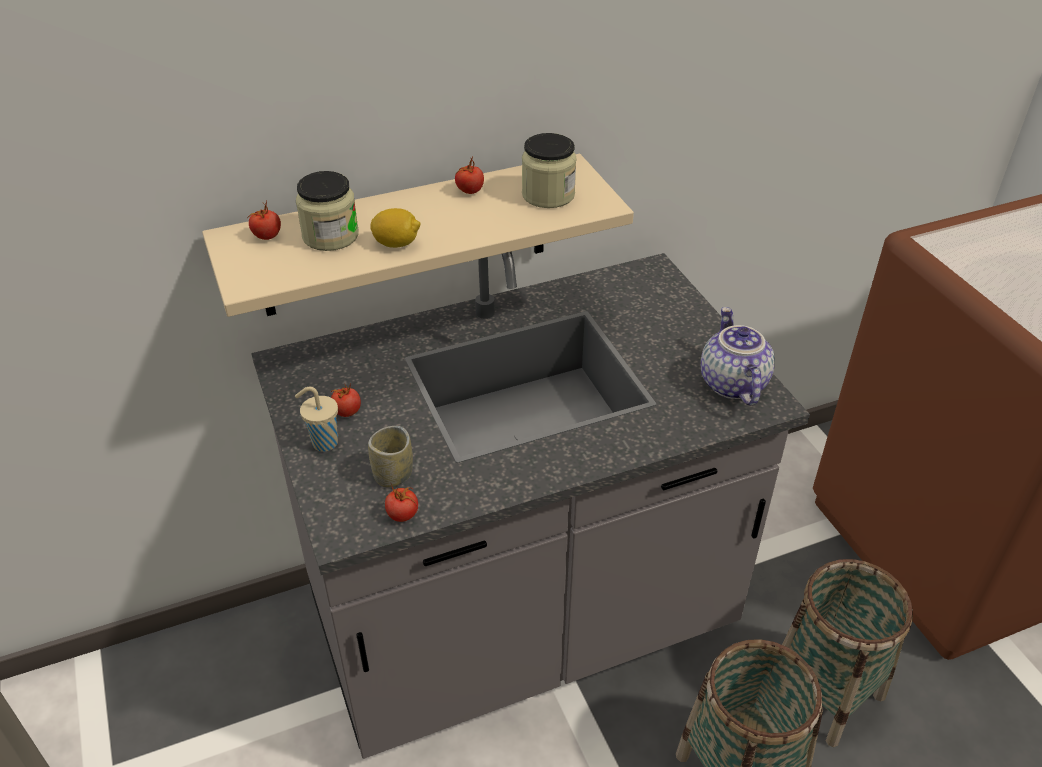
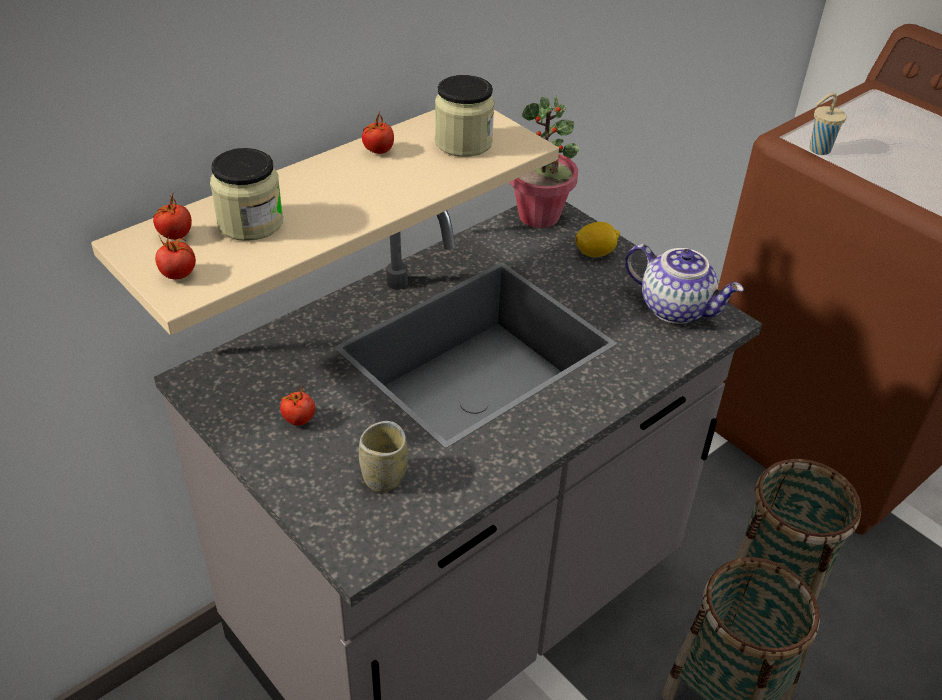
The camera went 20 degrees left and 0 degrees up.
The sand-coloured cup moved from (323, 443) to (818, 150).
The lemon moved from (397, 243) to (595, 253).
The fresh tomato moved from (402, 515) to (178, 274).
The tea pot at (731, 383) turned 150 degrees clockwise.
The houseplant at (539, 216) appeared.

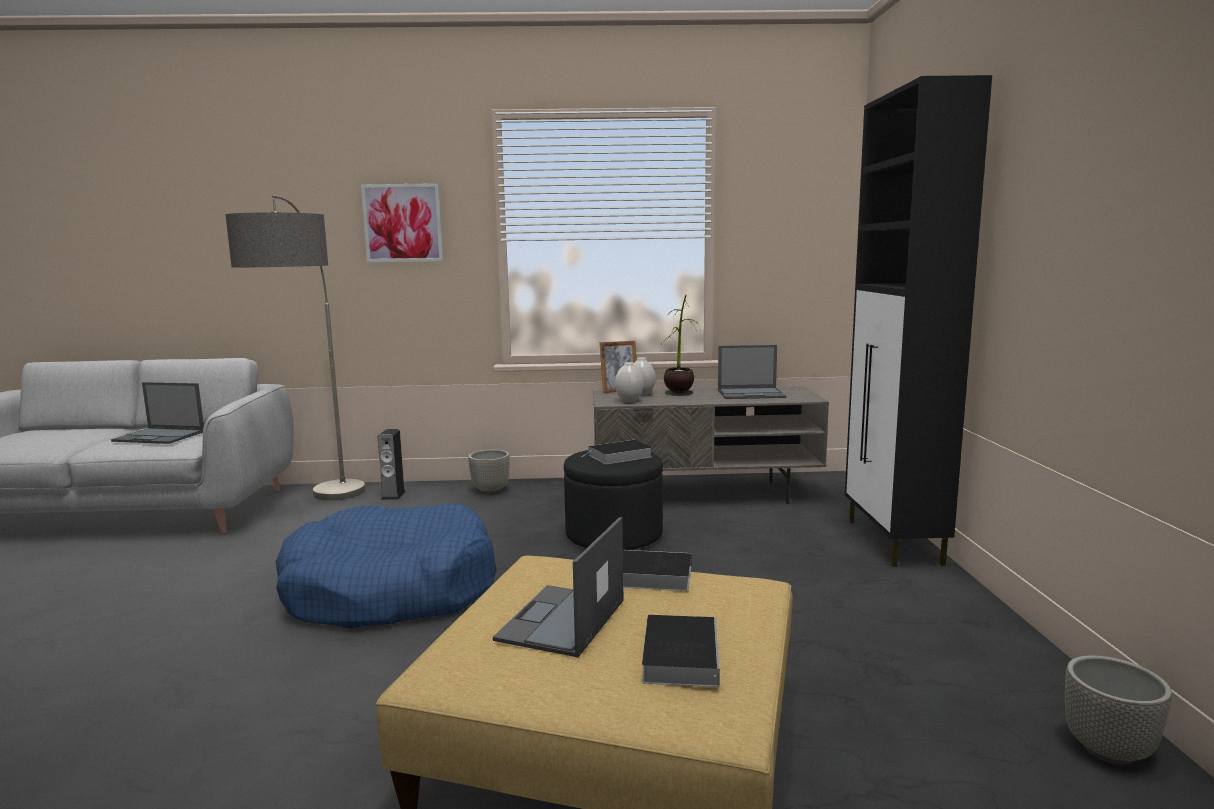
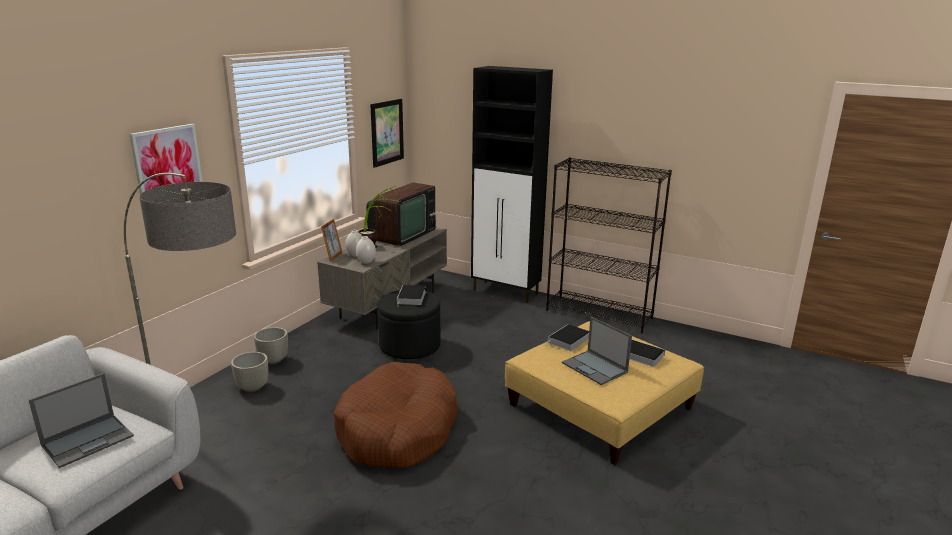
The camera went 60 degrees left and 10 degrees up.
The blue-coloured pet bed at (391, 590) became the brown-coloured pet bed at (397, 430).
The audio speaker at (393, 495) disappeared.
The laptop at (751, 394) was replaced by the television at (402, 235).
The greyish planter moved from (1107, 750) to (252, 388).
The picture at (387, 132) appeared.
The black bookcase at (599, 314) appeared.

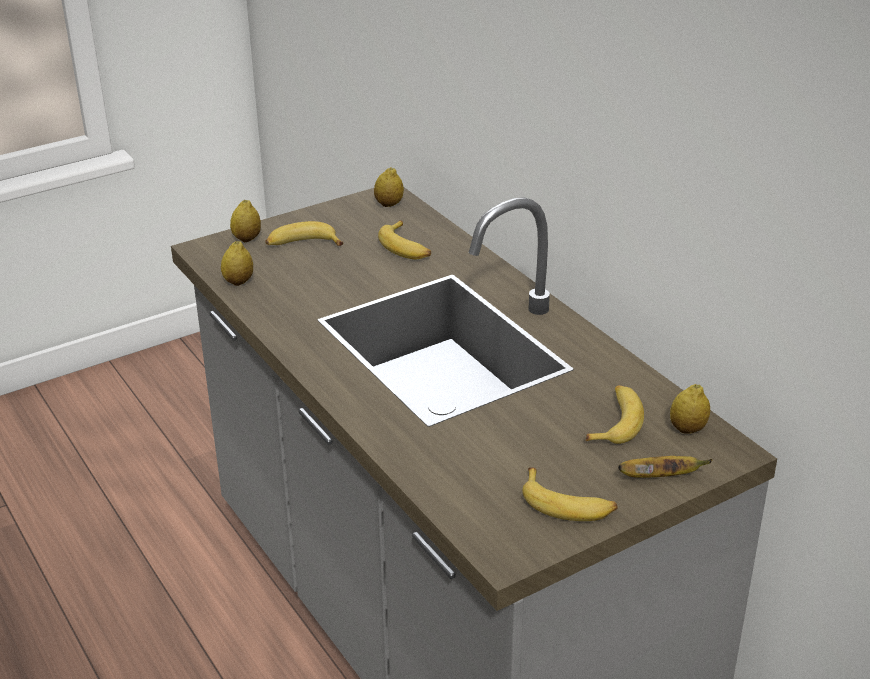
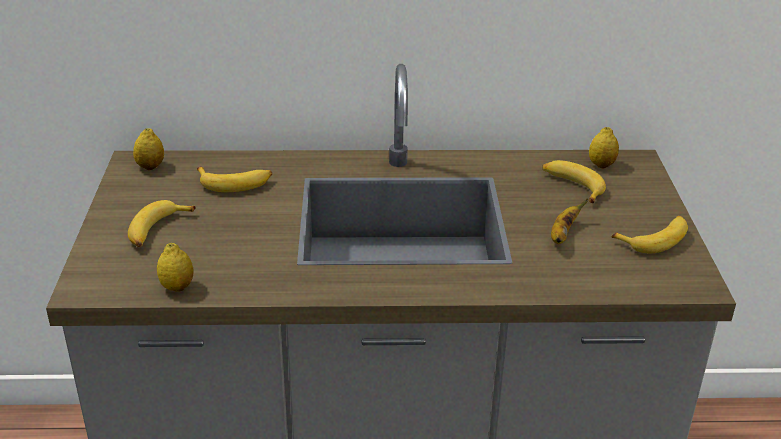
The camera went 60 degrees left and 0 degrees up.
The lemon at (247, 239) disappeared.
The whole banana moved from (660, 477) to (562, 234).

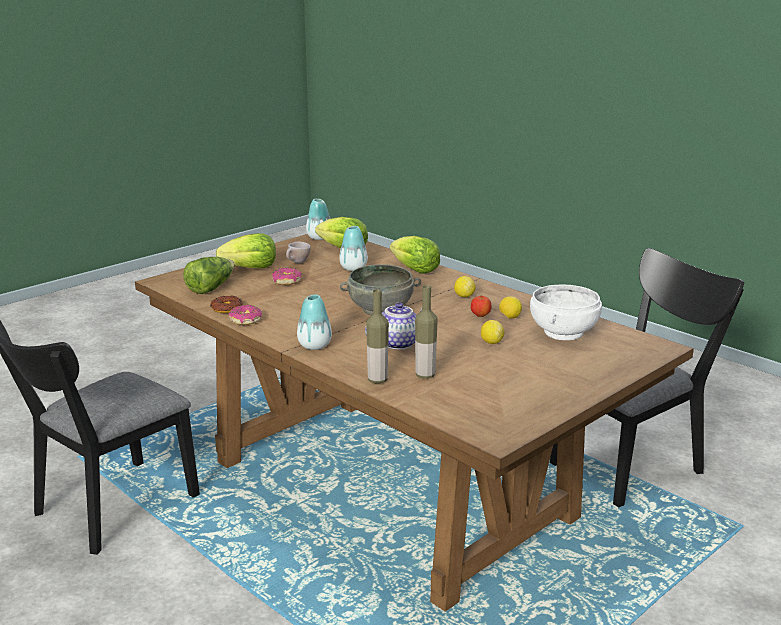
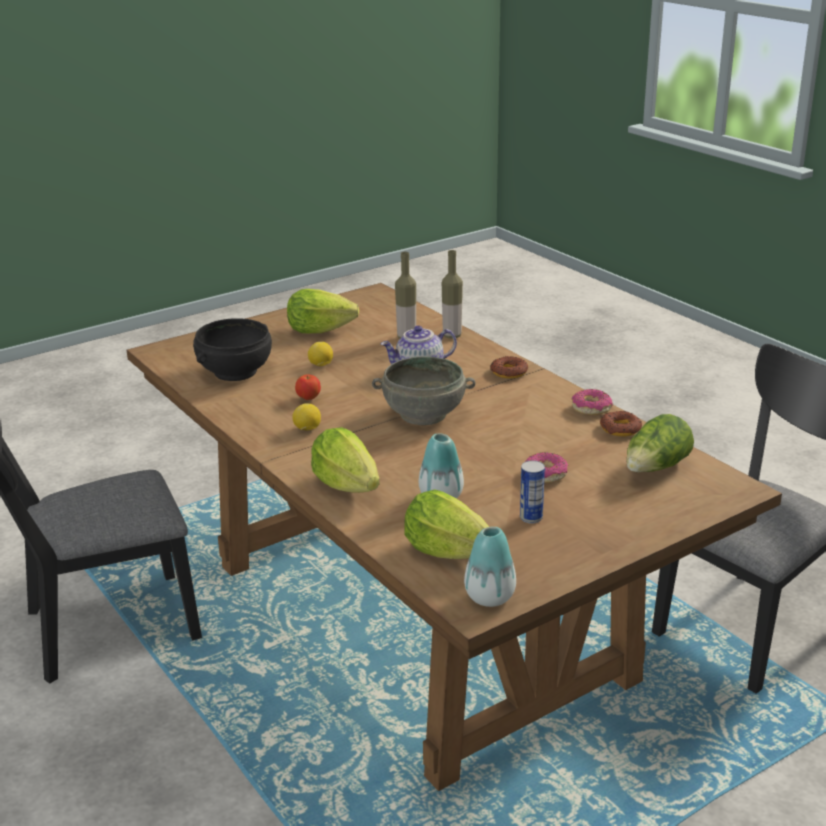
The camera went 170 degrees left and 5 degrees up.
The lettuce moved from (250, 268) to (319, 330).
The sand-coloured cup at (297, 263) was replaced by the sealed can at (531, 518).
The decorative vase at (314, 346) was replaced by the doughnut at (509, 372).
The lemon at (509, 317) disappeared.
The white-coloured deep dish at (564, 332) became the black deep dish at (234, 371).

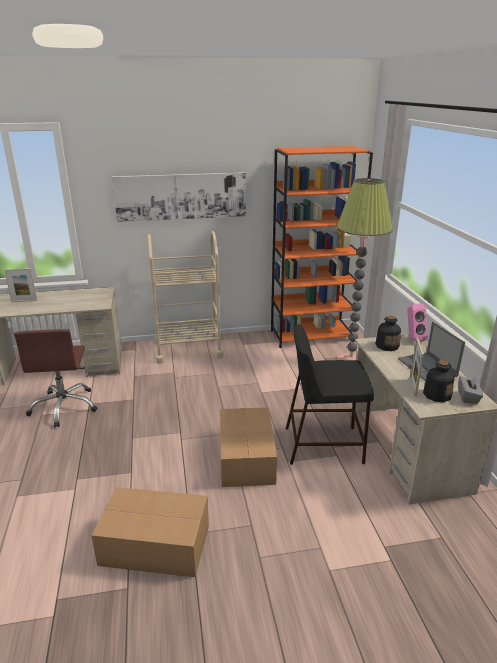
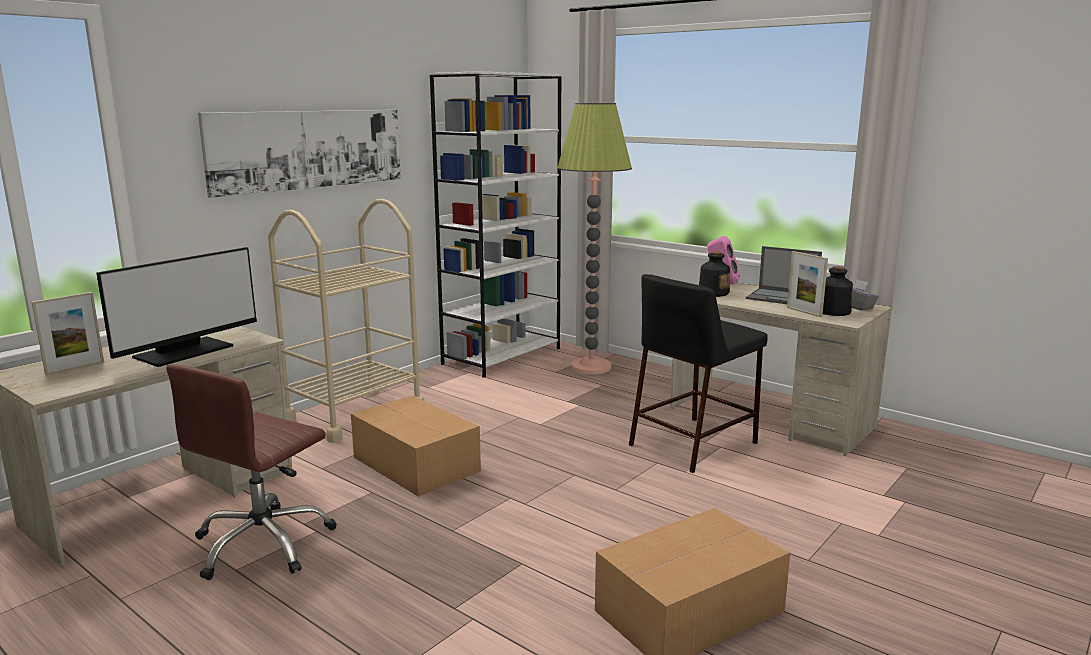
The camera went 40 degrees left and 10 degrees down.
The brown-coloured office chair at (64, 407) turned 75 degrees clockwise.
The cardboard box moved from (246, 459) to (416, 465).
The orange-coloured bookcase at (311, 336) became the white-coloured bookcase at (502, 356).
The computer screen at (185, 352) appeared.

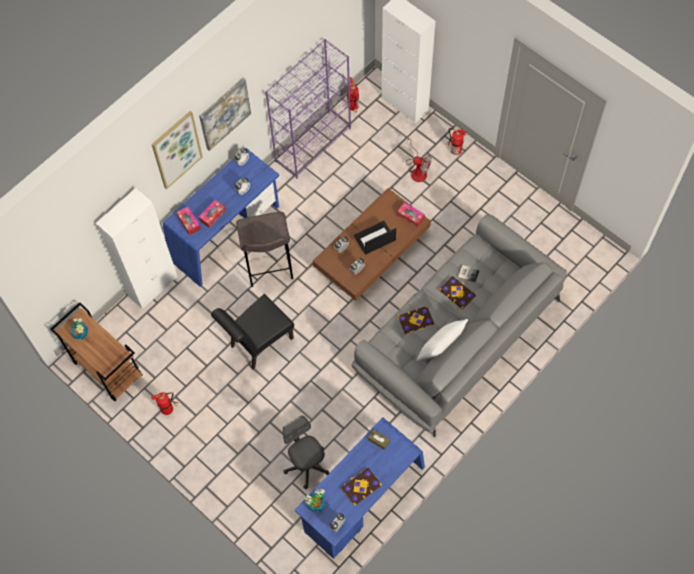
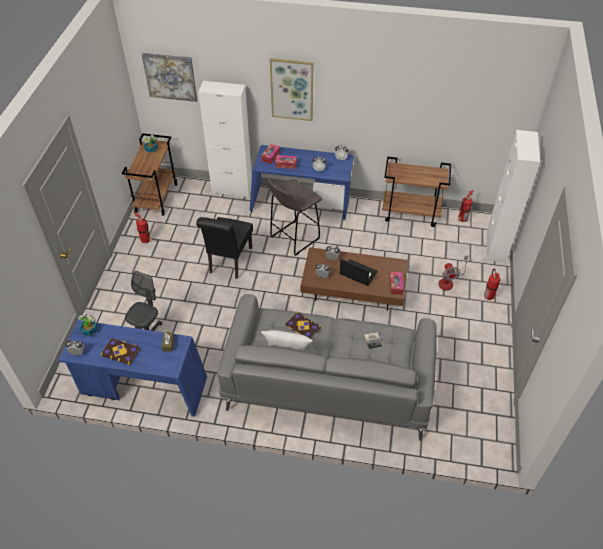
The camera went 55 degrees right and 15 degrees down.
The picture moved from (224, 113) to (170, 76).
The black chair at (258, 344) turned 90 degrees counterclockwise.
The purple bookcase at (313, 144) was replaced by the brown-coloured cart at (411, 213).
The book at (457, 293) disappeared.

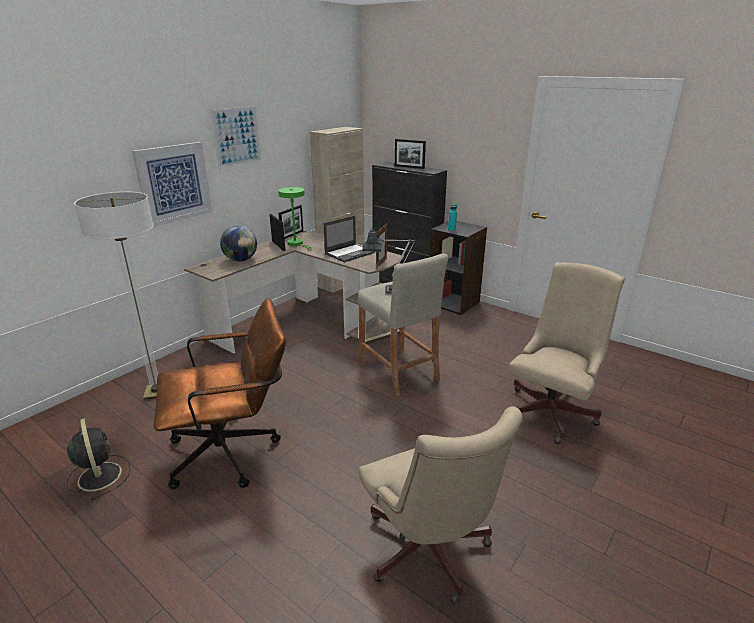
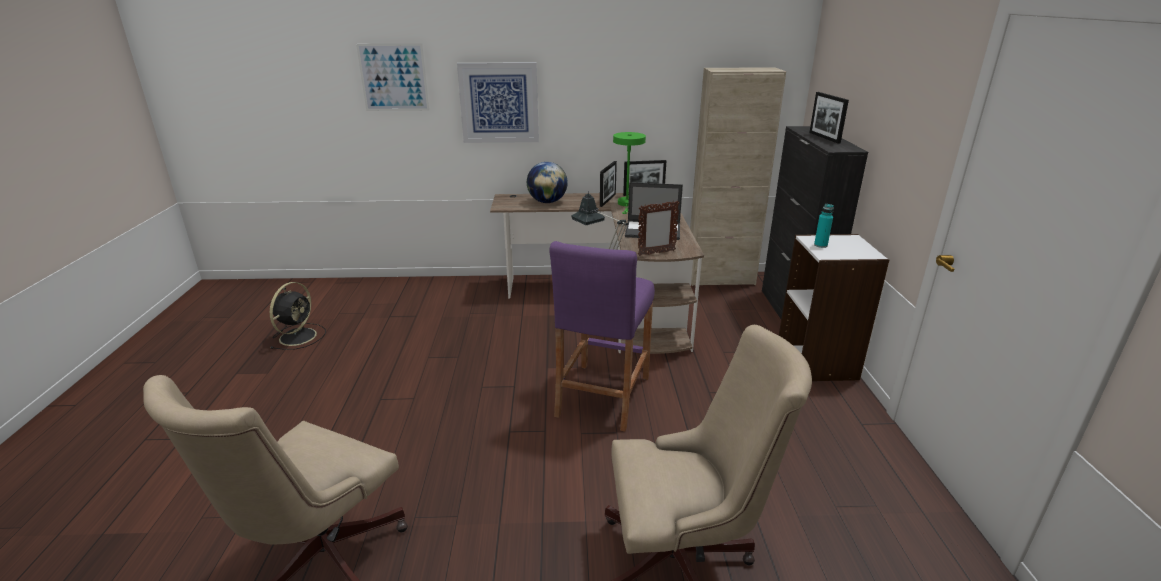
The camera went 50 degrees right and 0 degrees up.
The standard lamp at (156, 392) disappeared.
The brown-coloured office chair at (233, 452) disappeared.
The picture moved from (237, 136) to (393, 77).
The sand-coloured stool seat at (398, 371) became the purple stool seat at (602, 395).
The black bookcase at (454, 302) became the white-coloured bookcase at (817, 363).

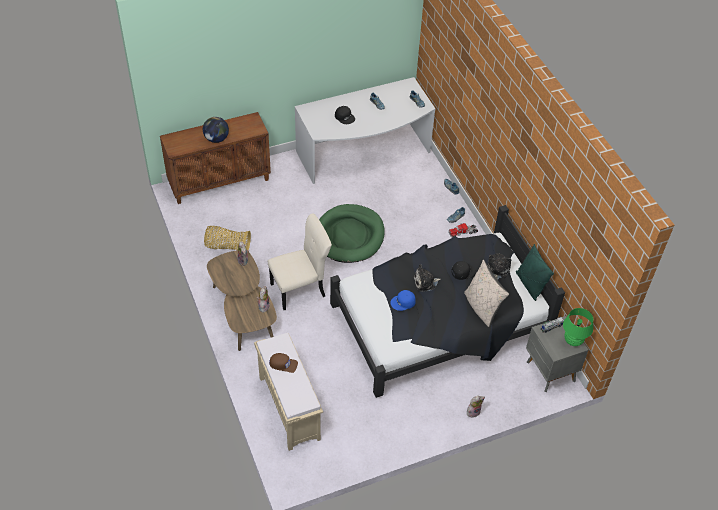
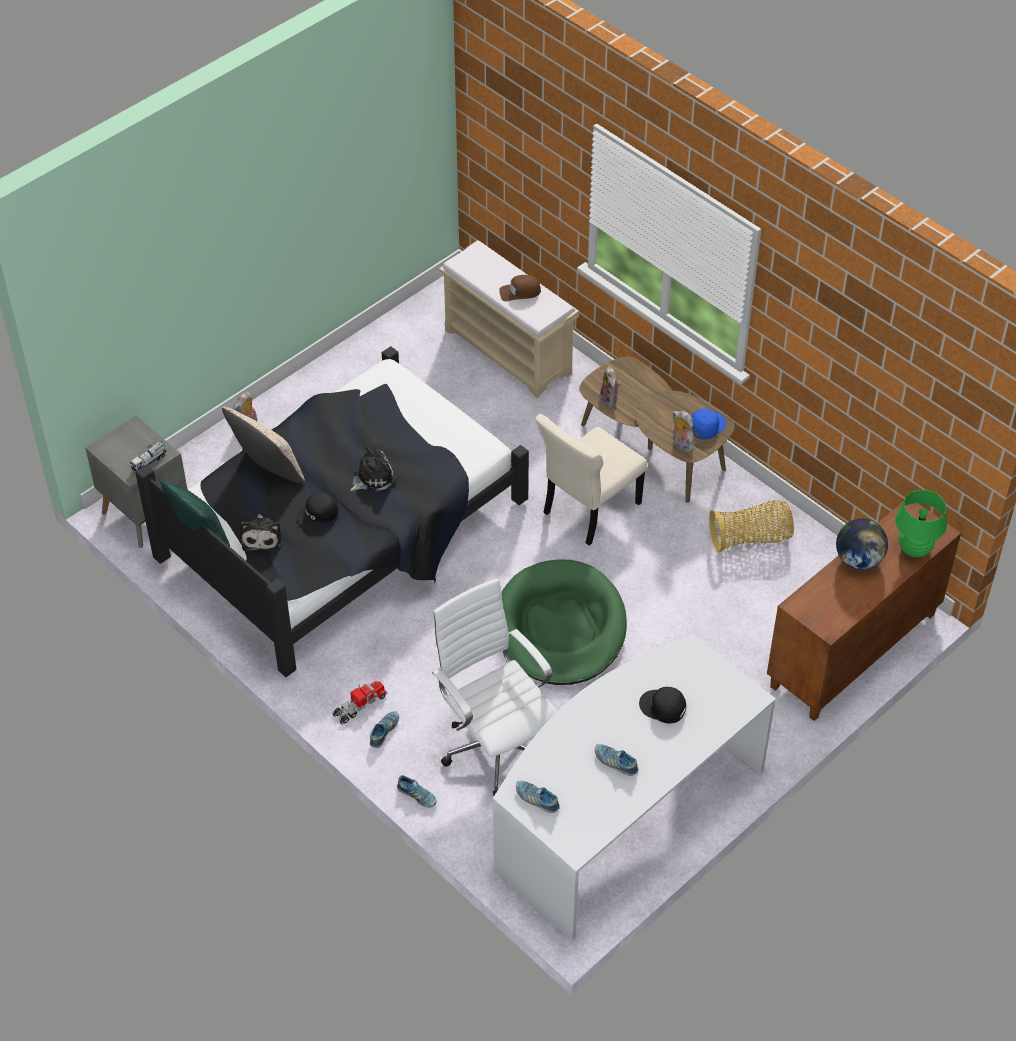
The camera went 160 degrees right and 0 degrees up.
The blue-coloured peaked cap moved from (403, 302) to (706, 425).
The greenish tabletop lamp moved from (573, 341) to (914, 549).
The white-coloured office chair at (496, 746) appeared.

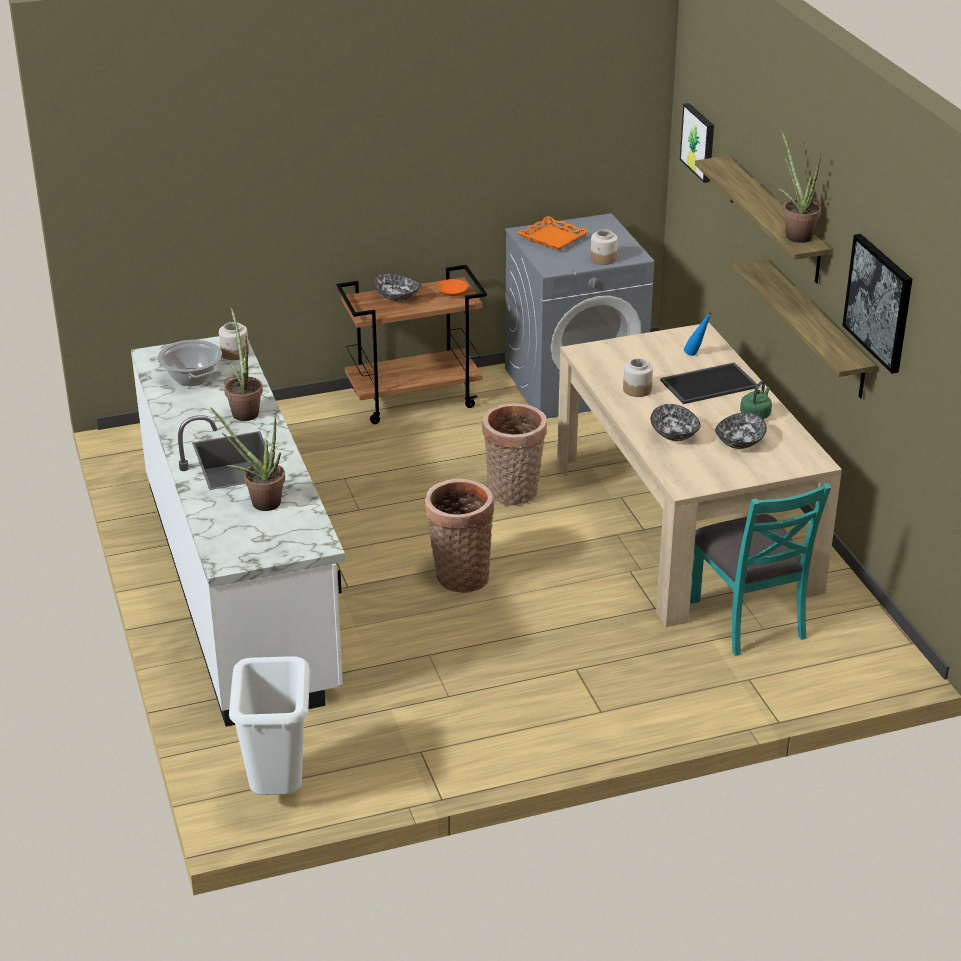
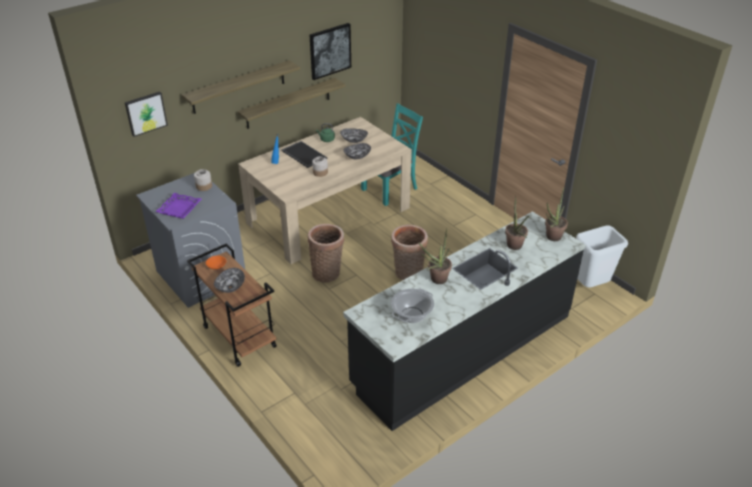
The camera went 110 degrees left and 5 degrees up.
The white-coloured kitchen base unit at (241, 584) became the black kitchen base unit at (463, 349).
The storage jar at (235, 353) disappeared.
The orange-coloured carrying tray at (553, 238) became the purple carrying tray at (179, 208).
The houseplant moved from (795, 234) to (551, 238).

